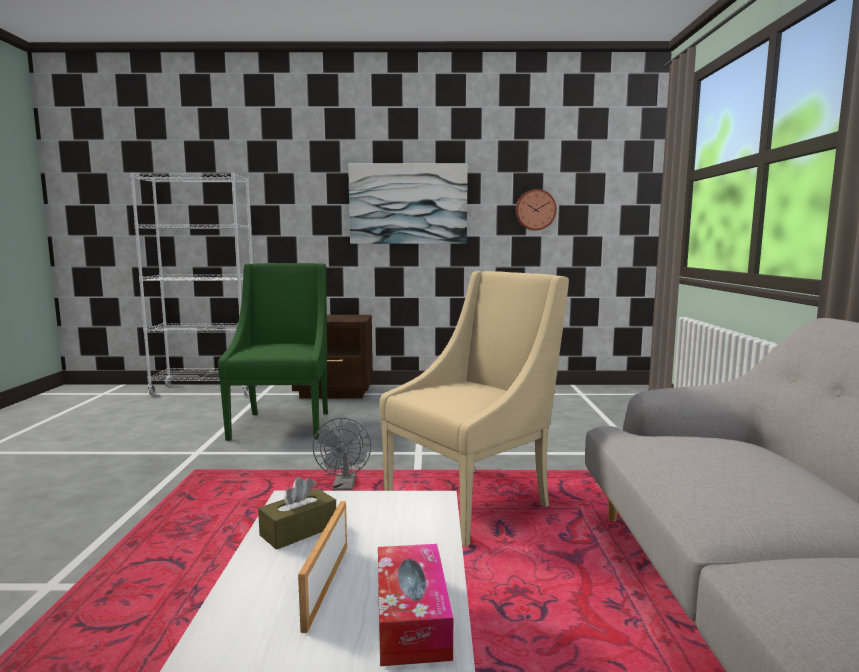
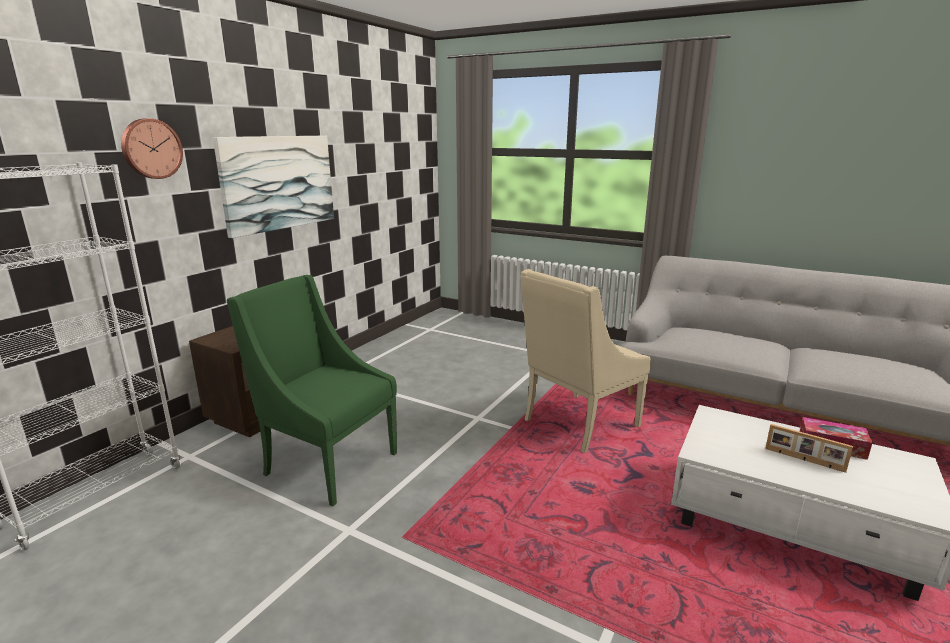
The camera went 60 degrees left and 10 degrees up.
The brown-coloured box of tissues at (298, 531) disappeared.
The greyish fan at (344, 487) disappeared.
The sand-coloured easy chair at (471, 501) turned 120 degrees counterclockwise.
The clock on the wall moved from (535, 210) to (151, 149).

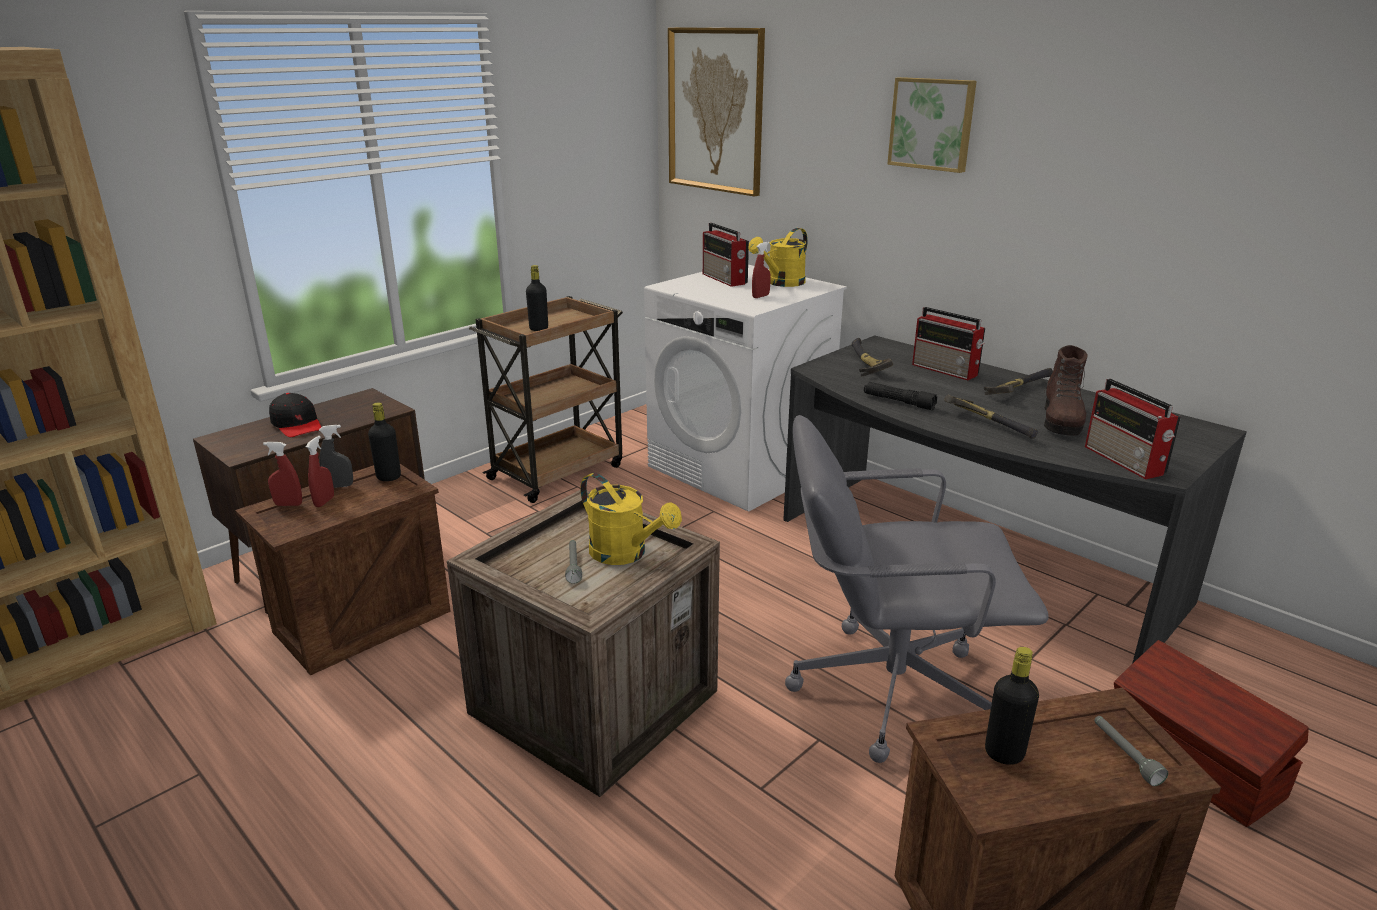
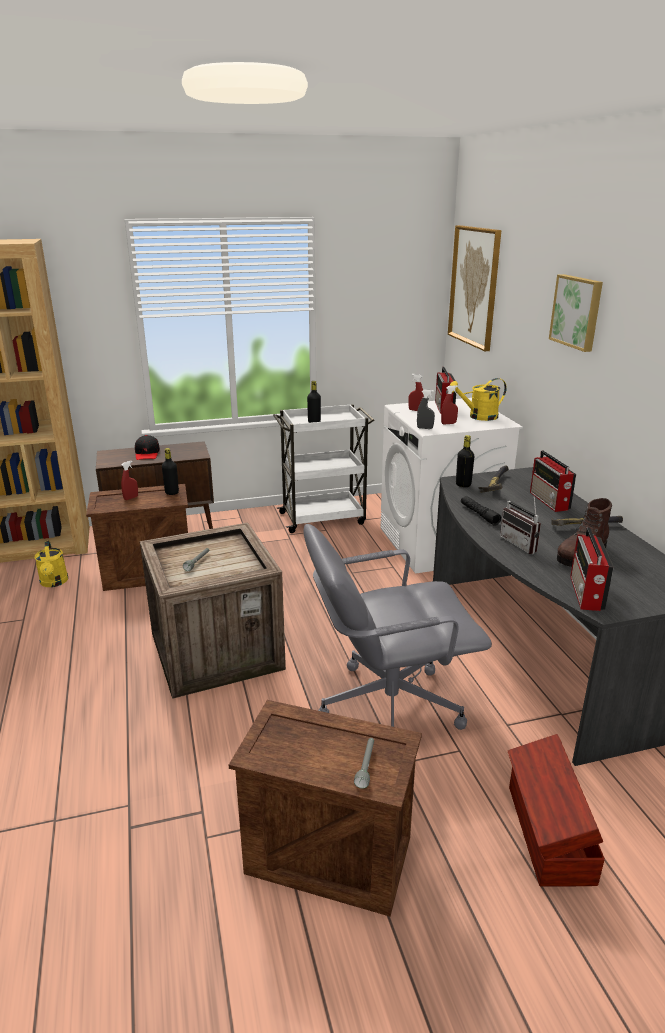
The camera went 30 degrees right and 0 degrees up.
The reddish sprayer moved from (288, 504) to (415, 410).
The greyish sprayer moved from (339, 486) to (425, 428).
The brown-coloured cart at (558, 471) became the white-coloured cart at (324, 518).
The yellow watering pot moved from (626, 554) to (54, 583).
The greyish office chair at (889, 689) turned 45 degrees counterclockwise.
The hand hammer at (990, 424) was replaced by the radio receiver at (522, 544).
The black bottle moved from (1004, 753) to (463, 485).

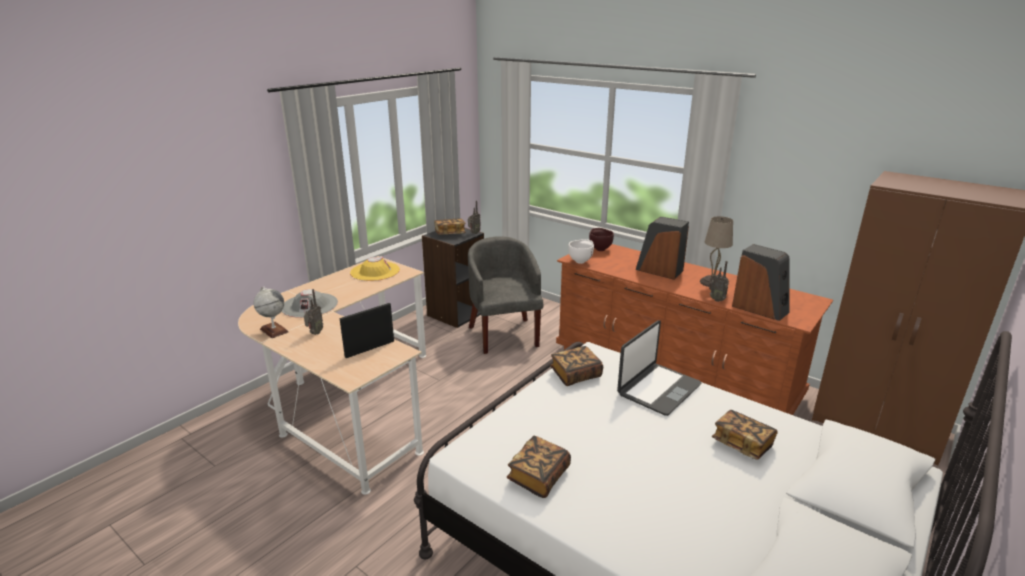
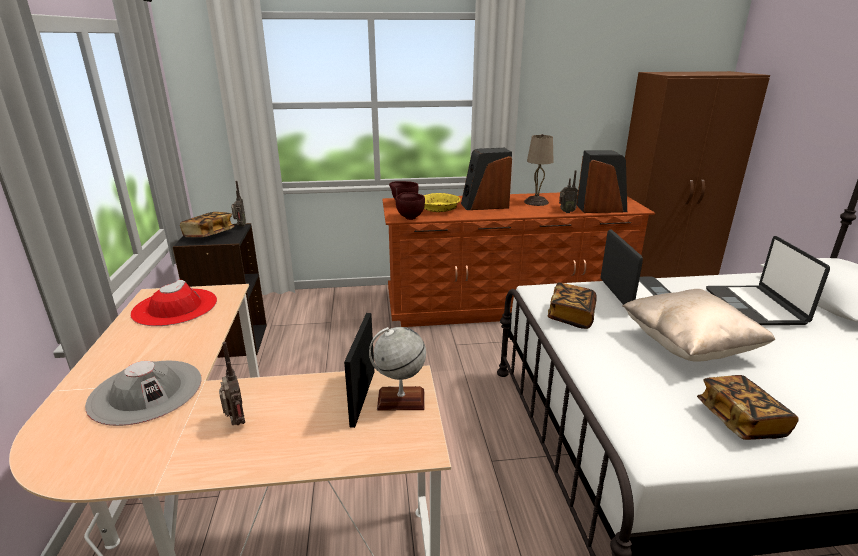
The camera went 45 degrees left and 0 degrees up.
The world globe moved from (274, 330) to (400, 400).
The yellow wearable hat at (375, 271) became the reddish wearable hat at (175, 307).
The greyish easy chair at (504, 334) disappeared.
The white-coloured deep dish at (581, 261) became the brown-coloured deep dish at (410, 217).
The book at (742, 444) was replaced by the laptop at (755, 306).
The yellow deep dish at (439, 209) appeared.
The sand-coloured pillow at (688, 346) appeared.

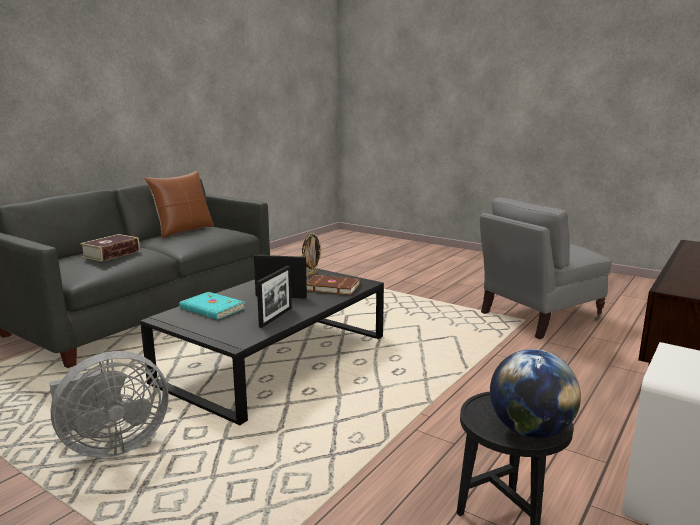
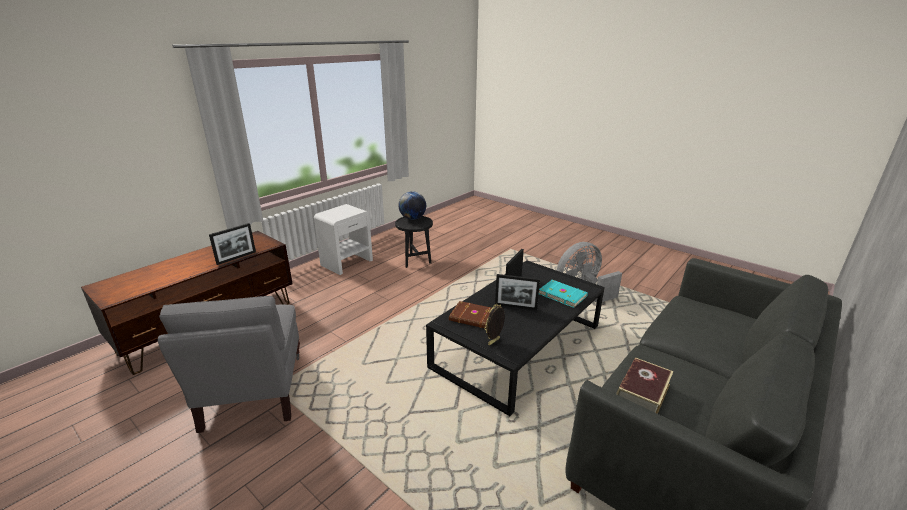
The camera went 175 degrees left and 10 degrees up.
The book moved from (111, 254) to (642, 393).
The brown-coloured pillow at (183, 231) disappeared.
The greyish easy chair at (537, 317) turned 105 degrees clockwise.
The photo frame at (236, 258) appeared.

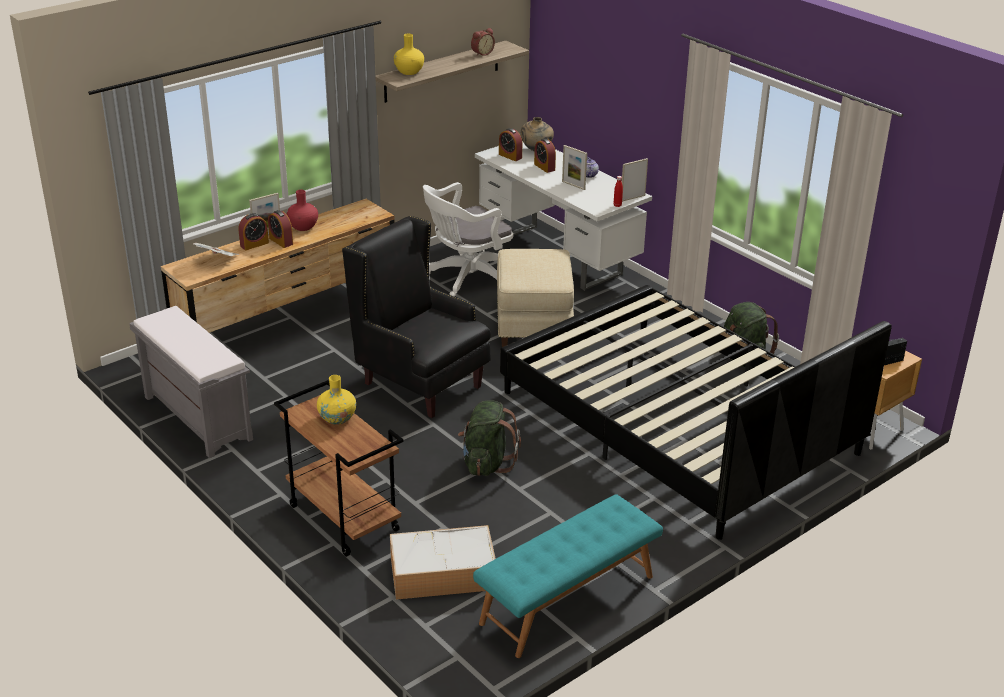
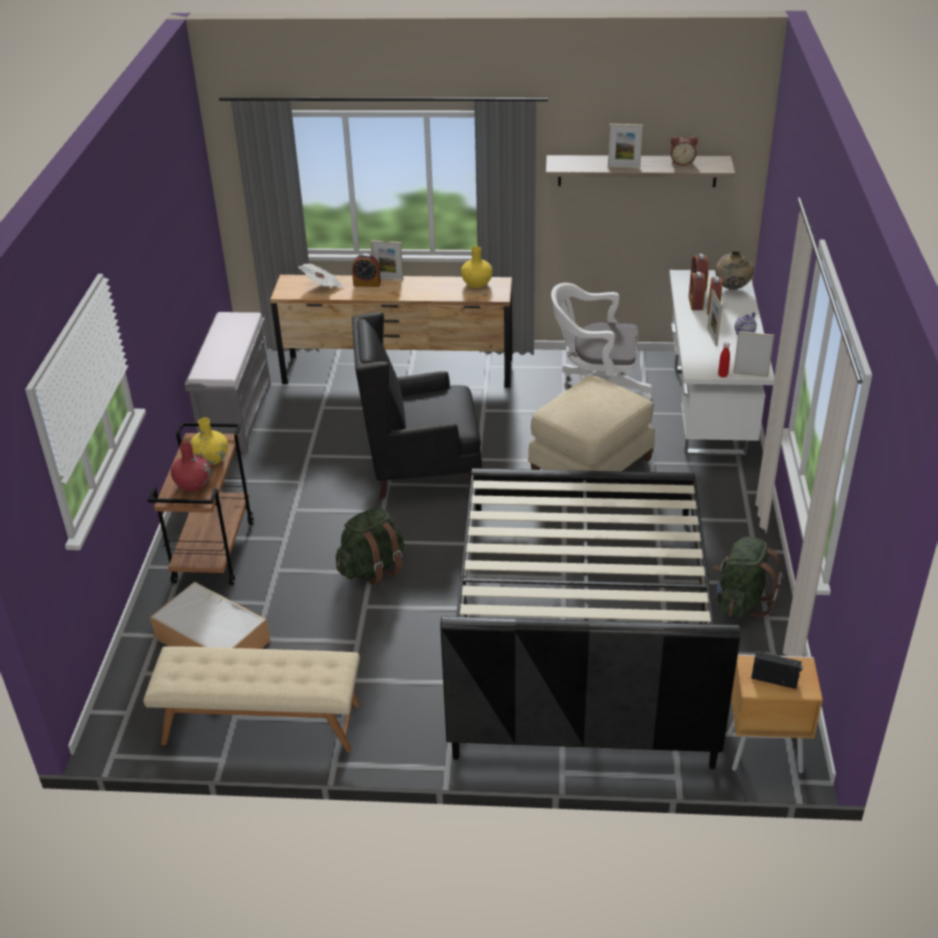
The camera went 45 degrees right and 5 degrees up.
The alarm clock moved from (281, 241) to (695, 303).
The reddish decorative vase moved from (303, 227) to (193, 484).
The black easy chair at (420, 384) turned 90 degrees counterclockwise.
The yellow decorative vase moved from (409, 72) to (476, 284).
The blue-green long seat at (568, 600) became the sand-coloured long seat at (261, 724).
The photo frame at (623, 167) appeared.

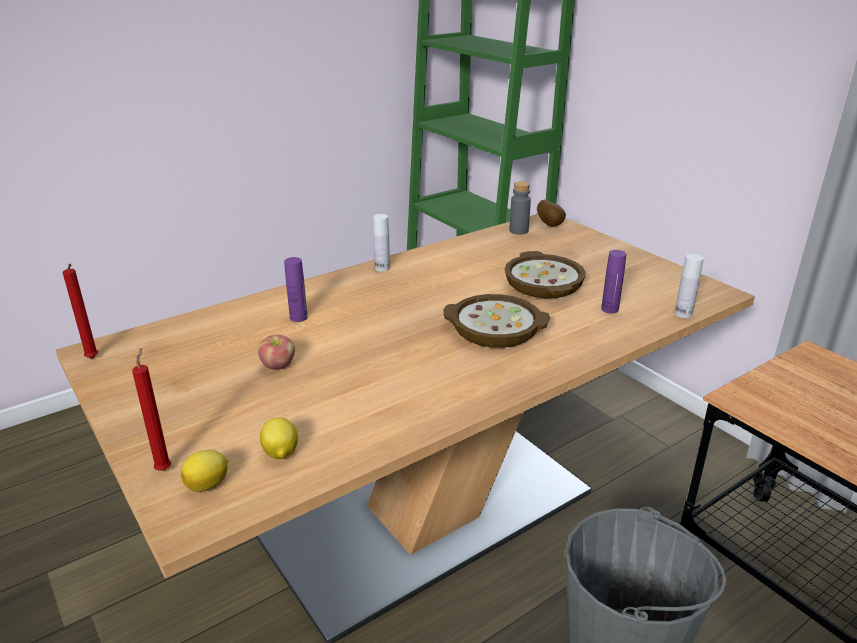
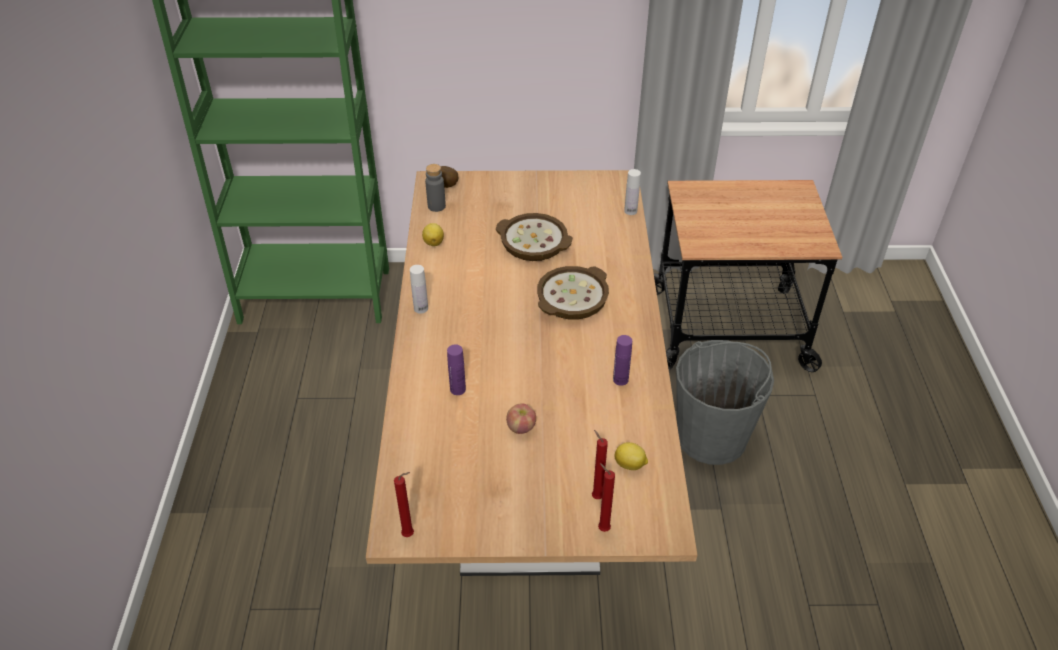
The camera went 55 degrees left and 15 degrees up.
The lemon moved from (208, 485) to (434, 242).
The purple bottle moved from (609, 309) to (620, 379).
The reddish wax candle at (596, 496) appeared.

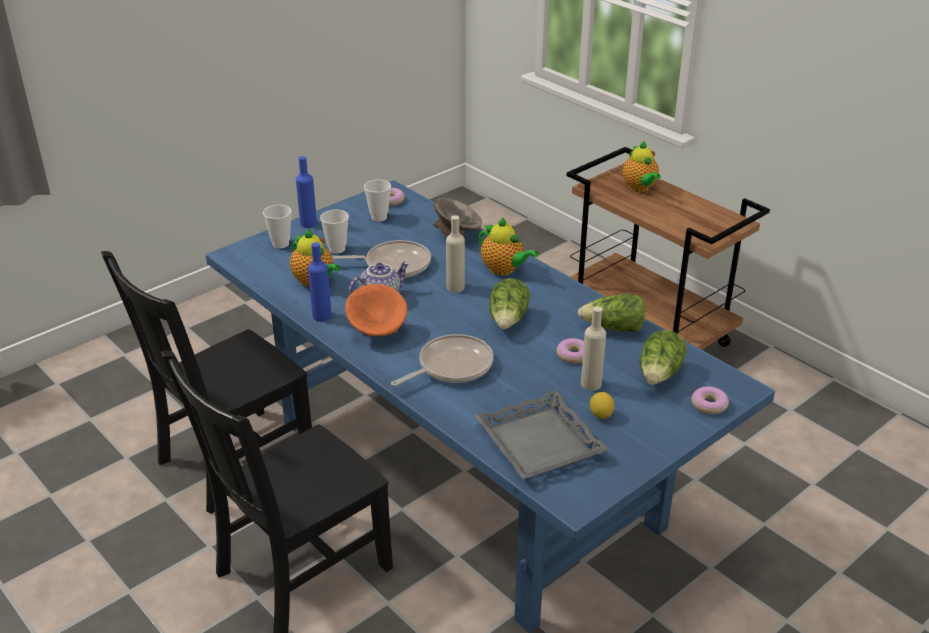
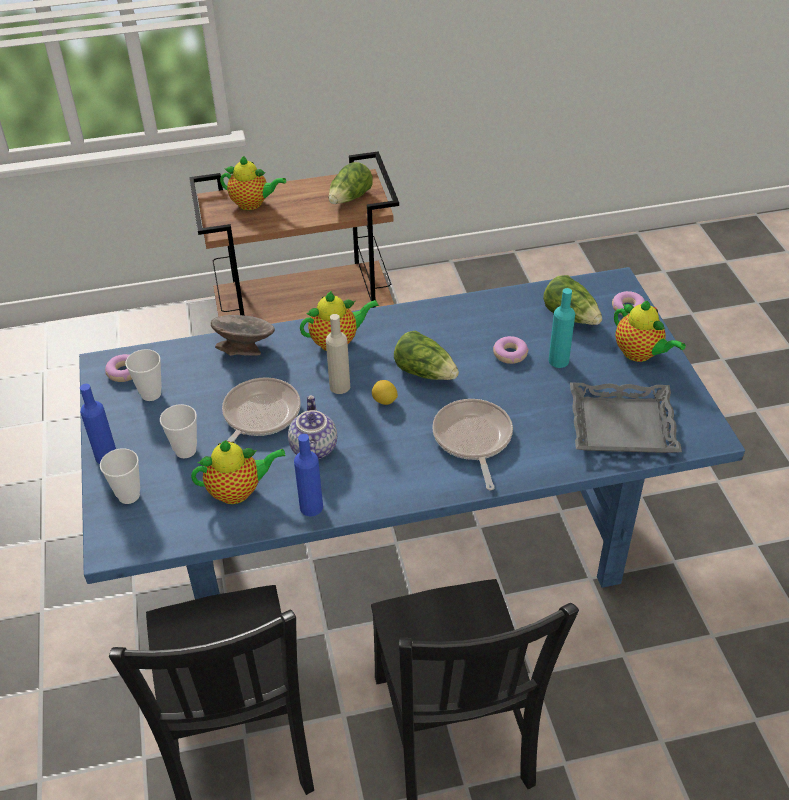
The camera went 60 degrees left and 10 degrees up.
The orange-coloured deep dish at (378, 333) disappeared.
The lettuce moved from (613, 328) to (350, 198).
The sand-coloured bottle at (591, 384) became the blue-green bottle at (558, 361).
The lemon moved from (601, 414) to (384, 401).
The tea pot at (640, 354) appeared.

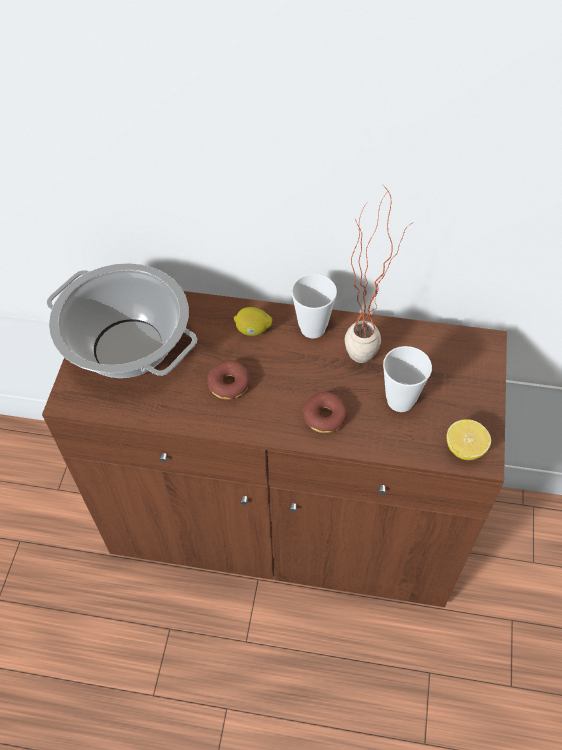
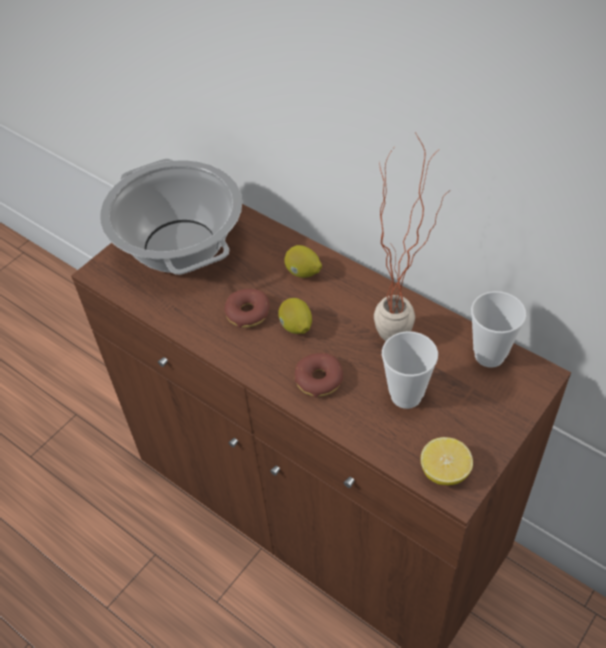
The camera went 30 degrees right and 5 degrees down.
The cup moved from (312, 328) to (489, 355).
The lemon at (296, 327) appeared.

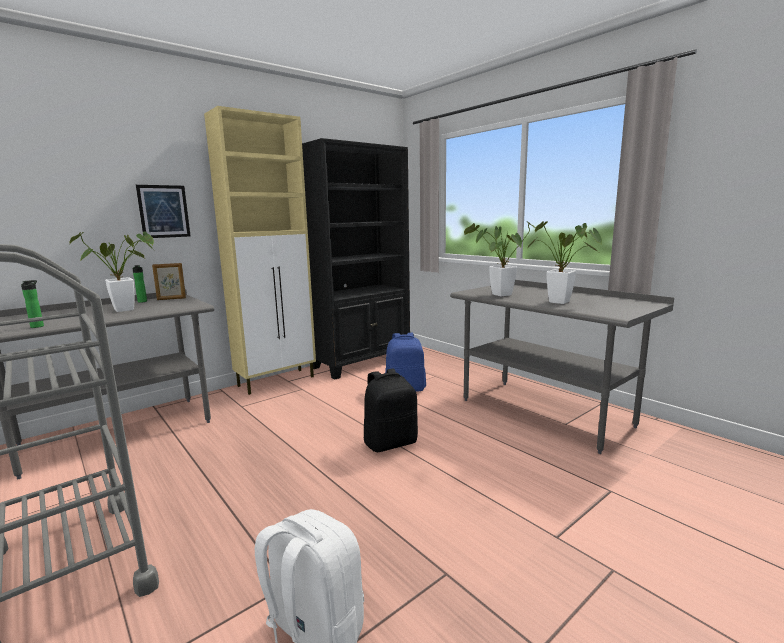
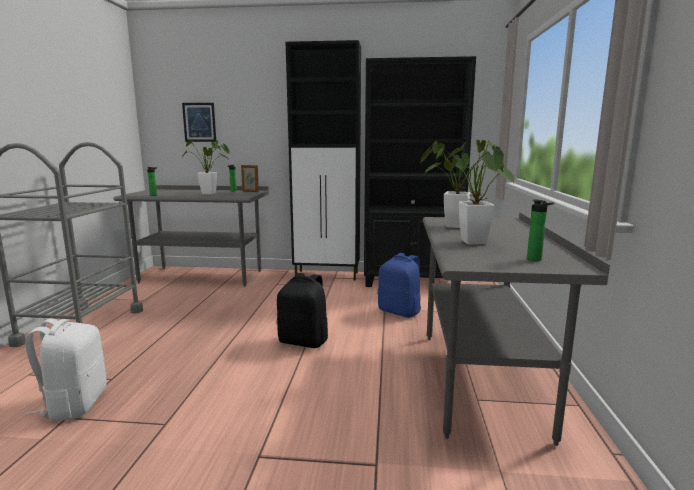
The camera went 45 degrees right and 0 degrees up.
The picture moved from (164, 211) to (199, 122).
The sand-coloured storage cabinet at (277, 381) became the black storage cabinet at (327, 275).
The bottle at (536, 260) appeared.

